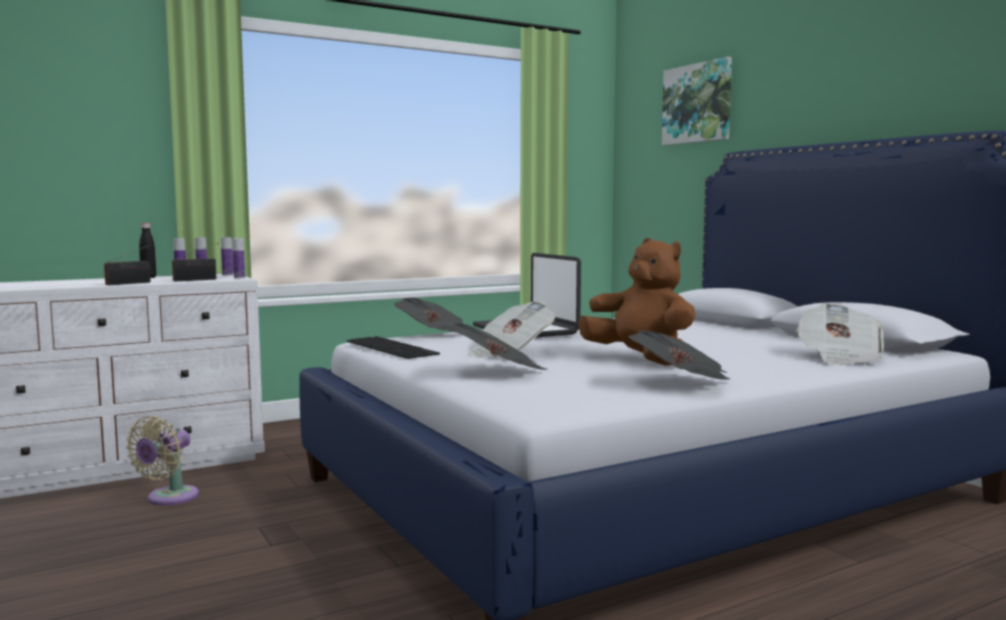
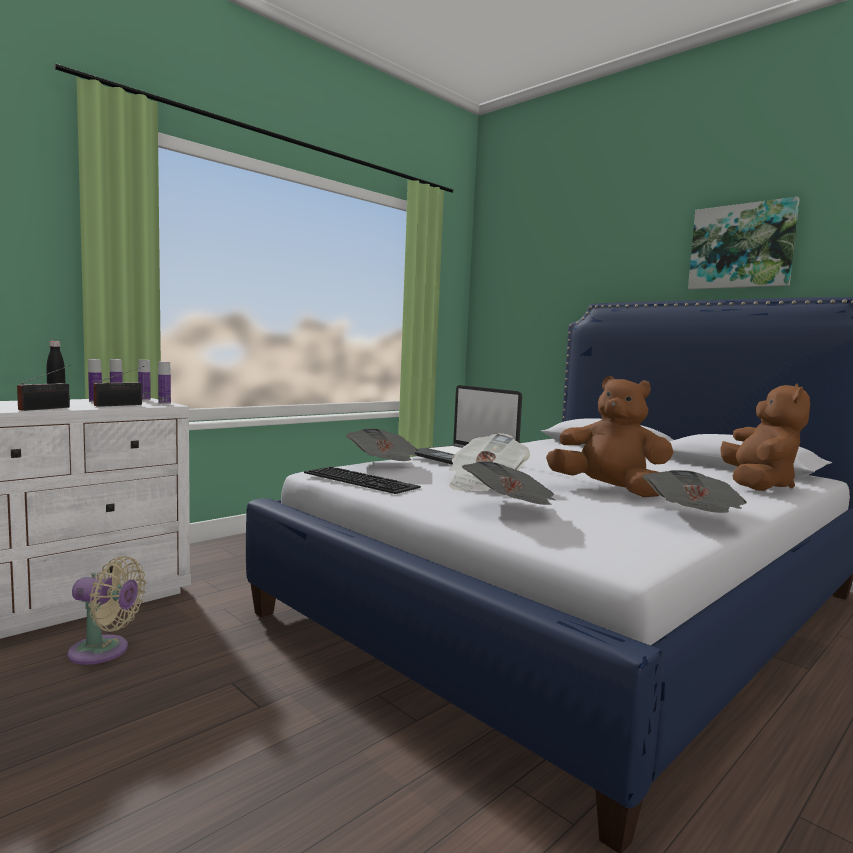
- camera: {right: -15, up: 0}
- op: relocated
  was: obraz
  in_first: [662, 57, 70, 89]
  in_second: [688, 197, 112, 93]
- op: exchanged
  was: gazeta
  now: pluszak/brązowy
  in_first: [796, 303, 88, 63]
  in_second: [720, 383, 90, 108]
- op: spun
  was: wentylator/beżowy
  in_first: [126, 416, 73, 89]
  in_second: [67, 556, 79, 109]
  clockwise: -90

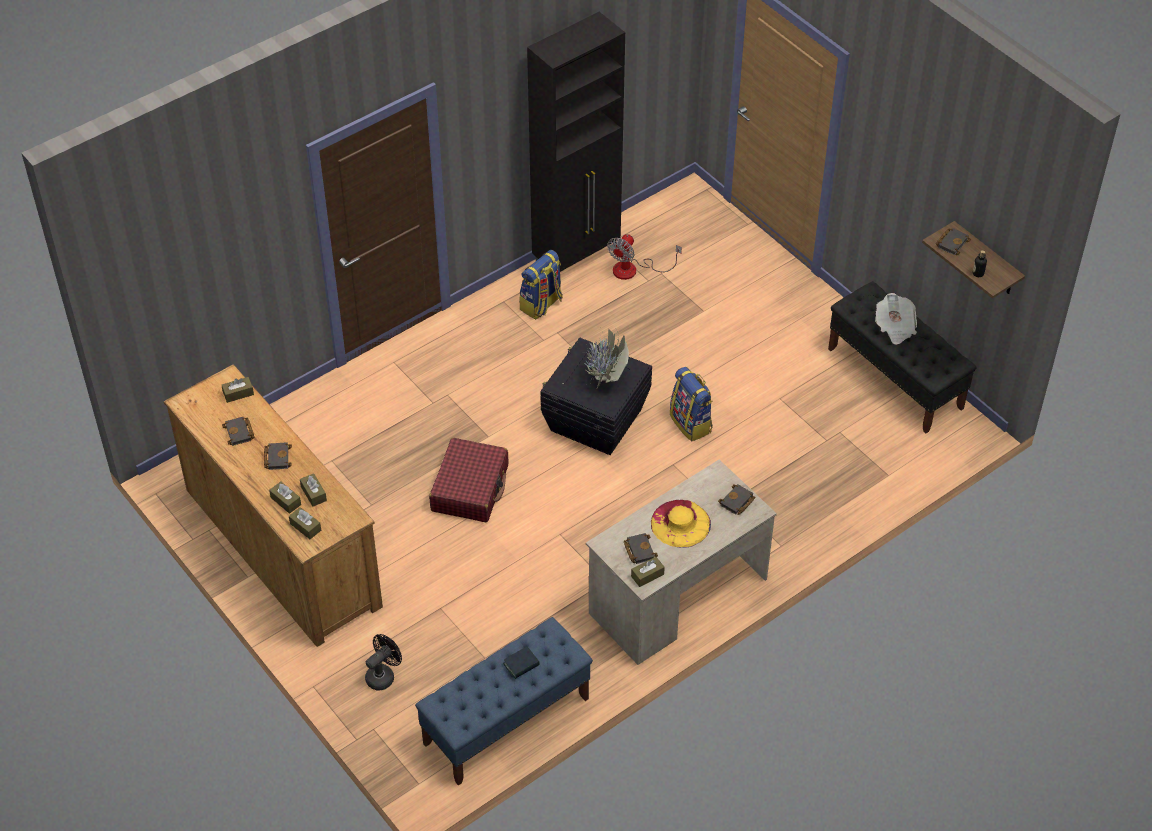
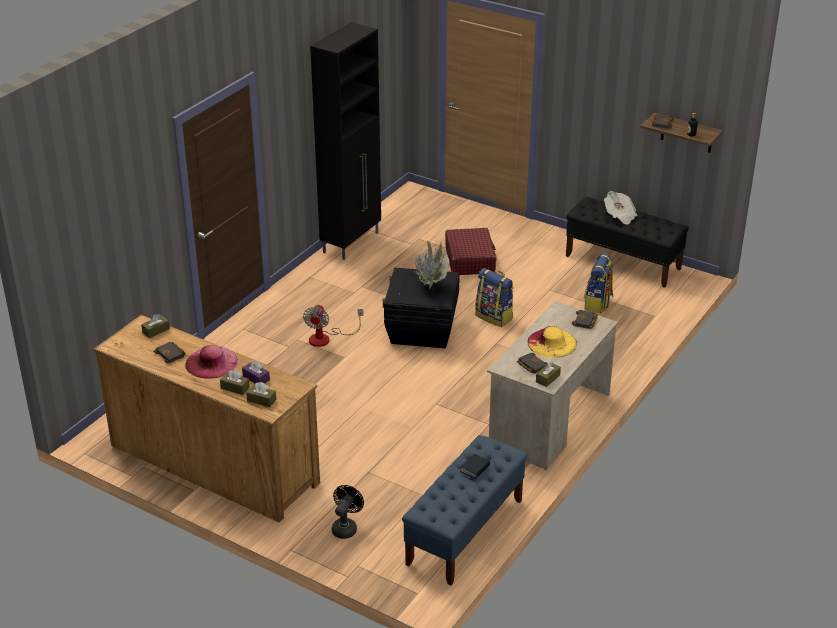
- camera: {right: -20, up: -15}
- op: relocated
  was: wentylator
  in_first: [607, 234, 75, 46]
  in_second: [303, 304, 60, 43]
- op: relocated
  was: plecak
  in_first: [519, 250, 44, 70]
  in_second: [584, 253, 29, 60]
- op: relocated
  was: walizka/czerwony
  in_first: [429, 438, 79, 84]
  in_second: [445, 228, 52, 47]
- op: exchanged
  was: książka/czarny
  now: kapelusz/różowy
  in_first: [264, 442, 28, 28]
  in_second: [185, 345, 53, 34]
- op: colour
  was: pudełko chusteczek/brązowy
  now: pudełko chusteczek/fioletowy
  in_first: [300, 473, 27, 34]
  in_second: [242, 360, 28, 24]

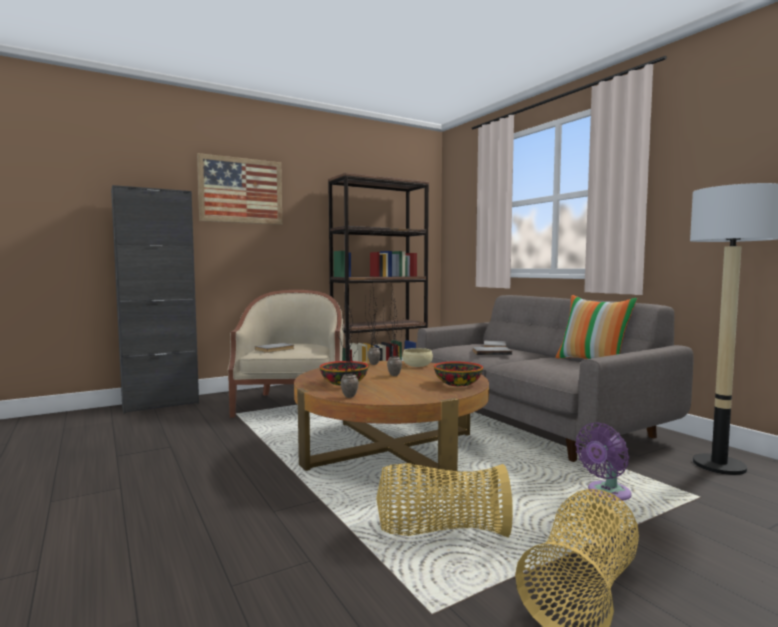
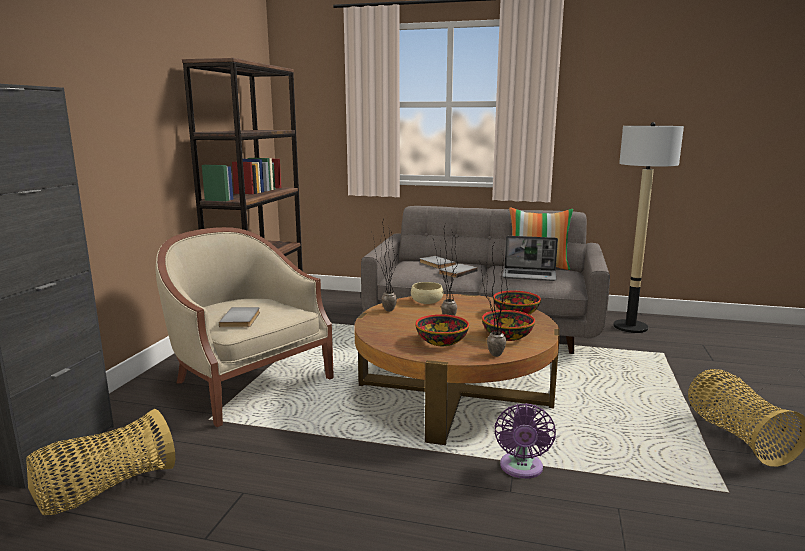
- camera: {right: -45, up: 10}
- op: missing
  was: obraz
  in_first: [197, 153, 85, 72]
- op: relocated
  was: wentylator/fioletowy
  in_first: [575, 423, 57, 78]
  in_second: [494, 403, 62, 76]
- op: relocated
  was: koszyk
  in_first: [376, 463, 137, 74]
  in_second: [26, 409, 149, 106]
- op: appeared
  now: laptop
  in_second: [502, 236, 56, 45]
- op: appeared
  now: miska
  in_second: [482, 310, 53, 31]

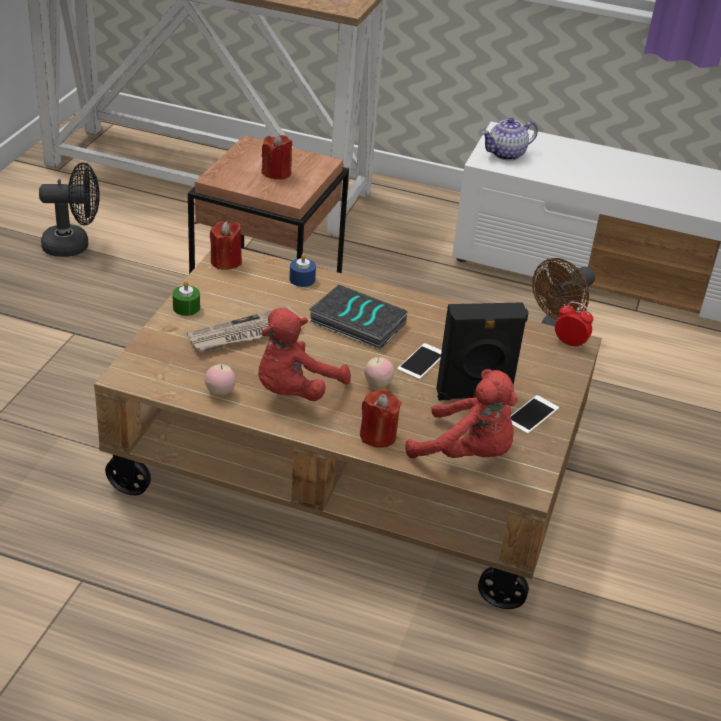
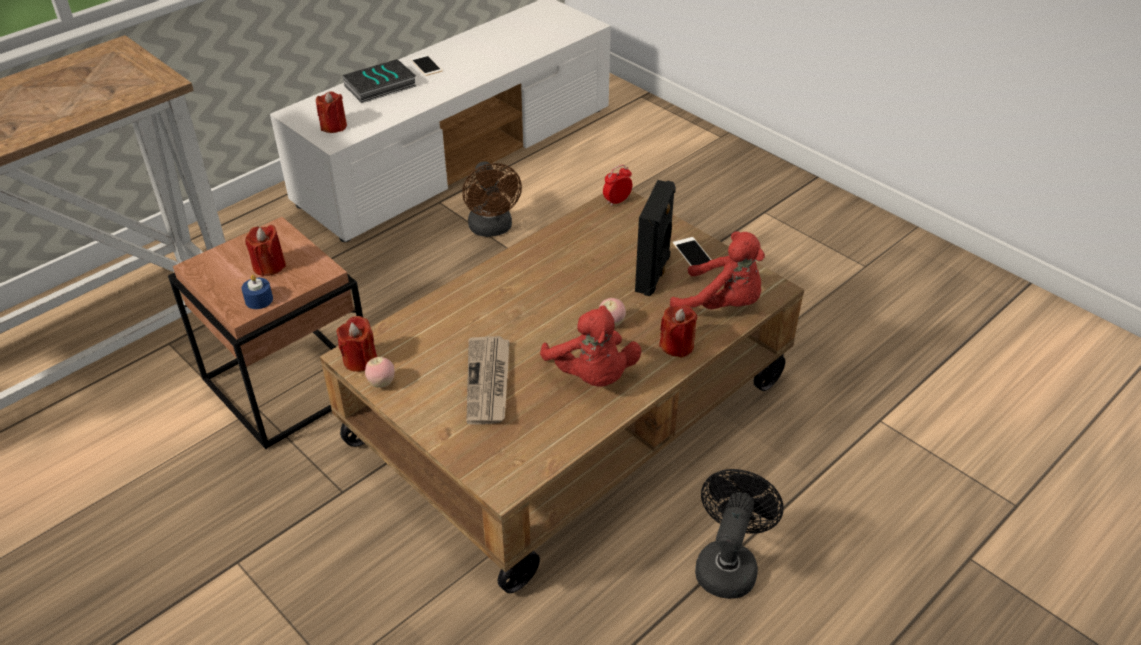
- camera: {right: -60, up: 5}
- op: exchanged
  was: imbryk
  now: świeca/czerwony
  in_first: [481, 118, 57, 43]
  in_second: [316, 91, 31, 42]
- op: relocated
  was: wentylator/czarny
  in_first: [39, 163, 61, 94]
  in_second: [695, 469, 88, 130]
- op: relocated
  was: świeca/niebieski
  in_first: [290, 253, 26, 34]
  in_second: [241, 275, 32, 34]
- op: missing
  was: świeca/zielony
  in_first: [172, 281, 28, 35]
- op: relocated
  was: książka
  in_first: [310, 285, 97, 65]
  in_second: [343, 59, 73, 44]
- op: relocated
  was: telefon
  in_first: [397, 343, 45, 37]
  in_second: [410, 54, 32, 22]
- op: relocated
  was: jabłko
  in_first: [205, 364, 31, 32]
  in_second: [365, 357, 30, 31]
- op: spun
  was: pluszak/czerwony
  in_first: [405, 369, 113, 89]
  in_second: [670, 231, 95, 78]
  clockwise: 60

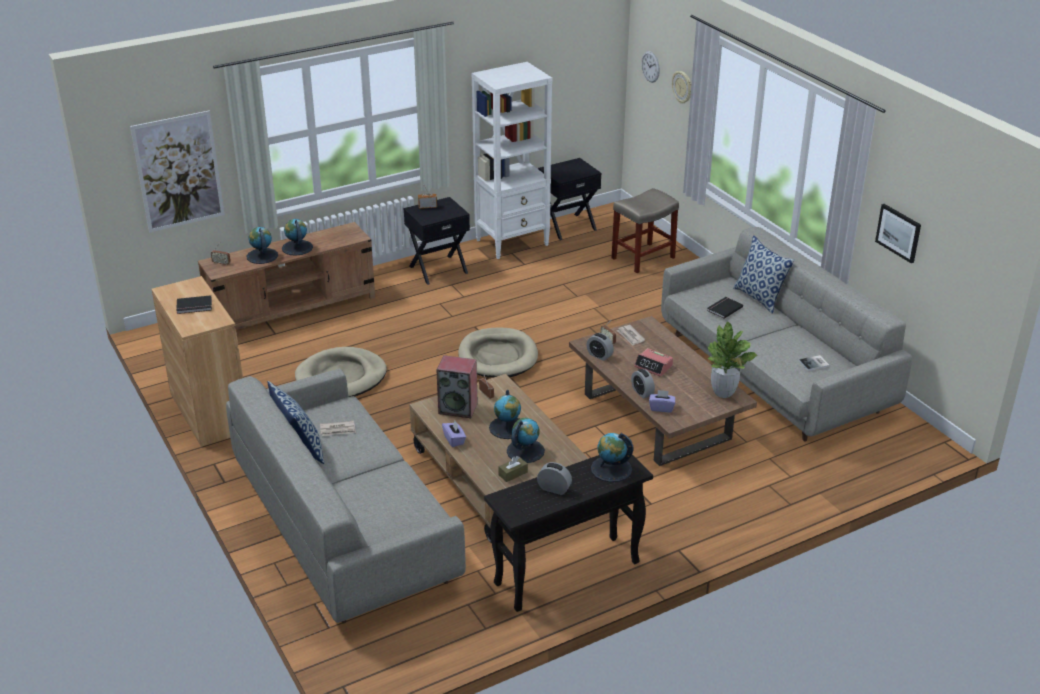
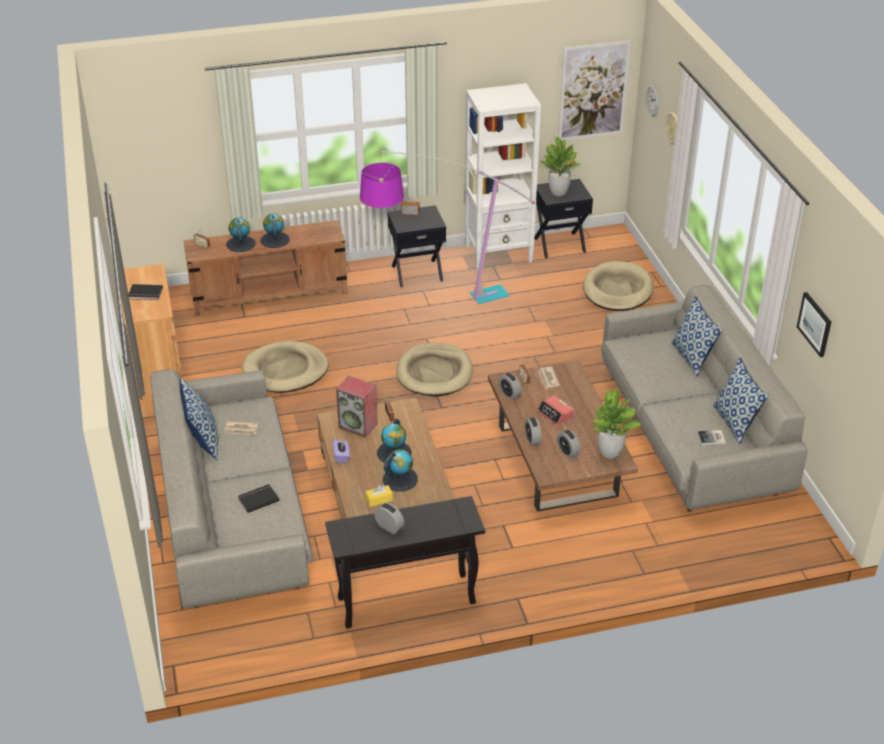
- camera: {right: 15, up: 5}
- op: relocated
  was: obraz
  in_first: [130, 110, 95, 123]
  in_second: [558, 40, 73, 101]
- op: exchanged
  was: stołek/beżowy
  now: legowisko/beżowy
  in_first: [612, 188, 67, 85]
  in_second: [583, 261, 71, 50]
- op: relocated
  was: książka/czarny
  in_first: [707, 297, 36, 22]
  in_second: [238, 484, 41, 29]
- op: missing
  was: pudełko chusteczek/fioletowy
  in_first: [649, 390, 26, 22]
- op: missing
  was: globus
  in_first: [591, 433, 42, 49]
- op: colour
  was: pudełko chusteczek/brązowy
  now: pudełko chusteczek/żółty
  in_first: [499, 456, 29, 26]
  in_second: [365, 485, 28, 22]
- op: appeared
  now: roślina doniczkowa
  in_second: [540, 137, 41, 59]
- op: appeared
  now: lampa stojąca
  in_second: [360, 151, 175, 153]
- op: appeared
  now: poduszka
  in_second: [713, 357, 56, 88]
- op: appeared
  now: budzik
  in_second: [557, 430, 23, 29]

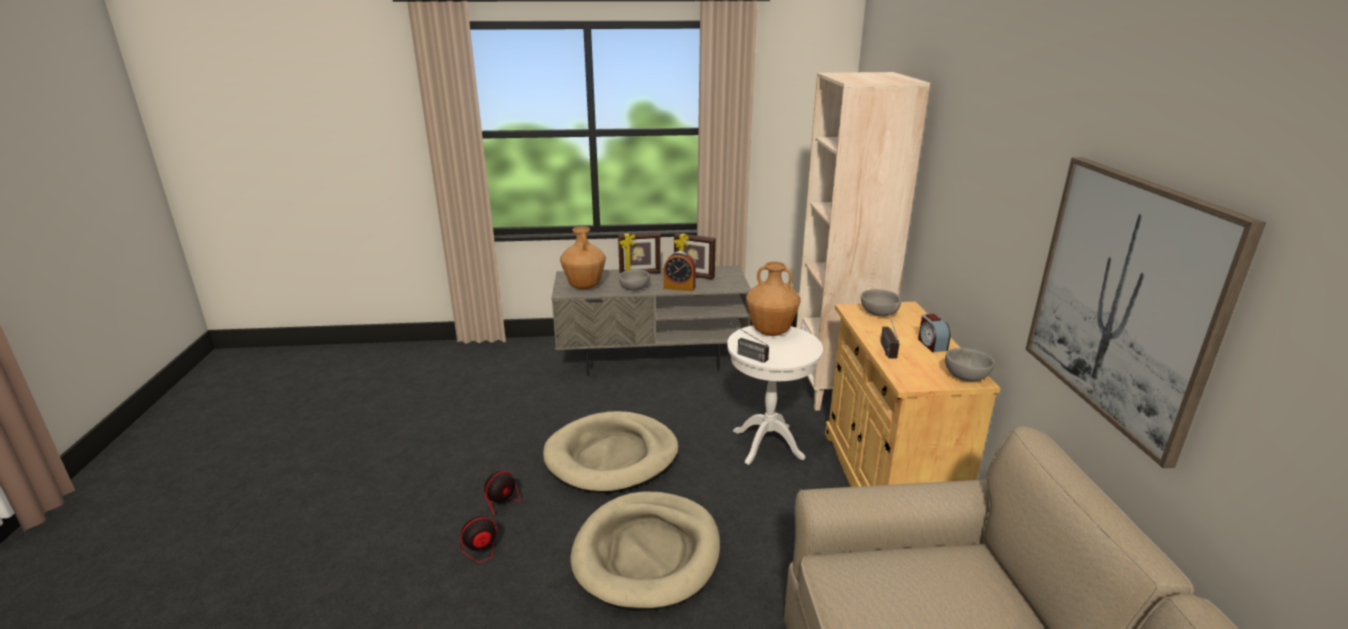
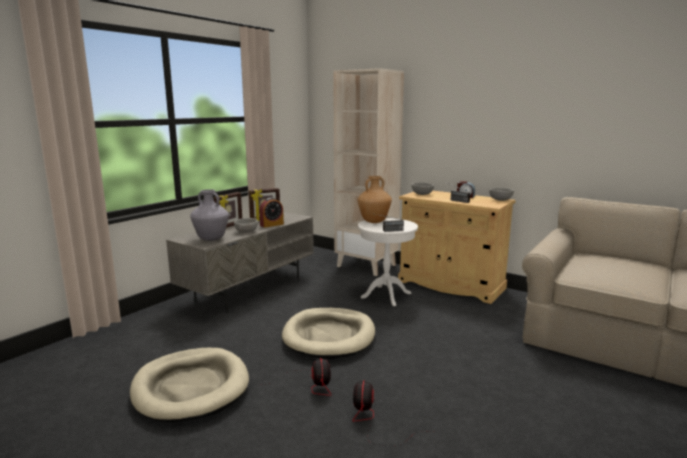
- camera: {right: -50, up: -10}
- op: missing
  was: obraz
  in_first: [1025, 157, 241, 311]
- op: colour
  was: wazon/brązowy
  now: wazon/szary
  in_first: [560, 226, 46, 63]
  in_second: [190, 189, 39, 52]
- op: relocated
  was: legowisko/beżowy
  in_first: [571, 491, 149, 120]
  in_second: [130, 348, 119, 74]

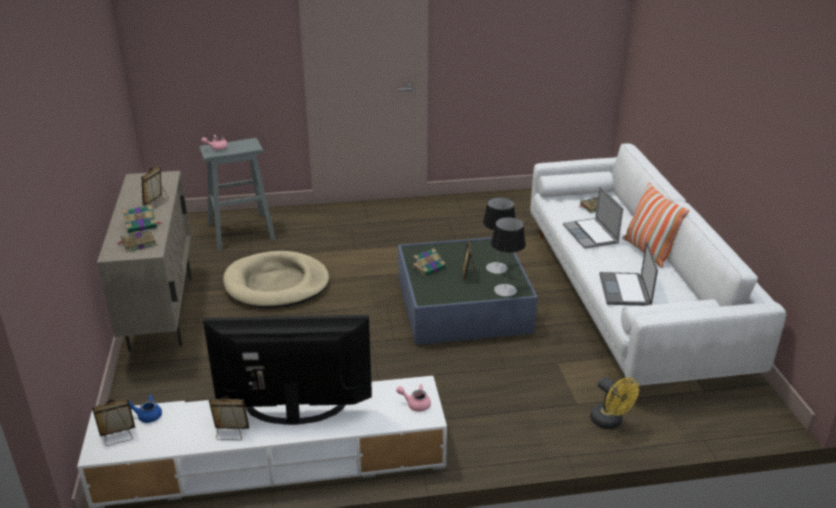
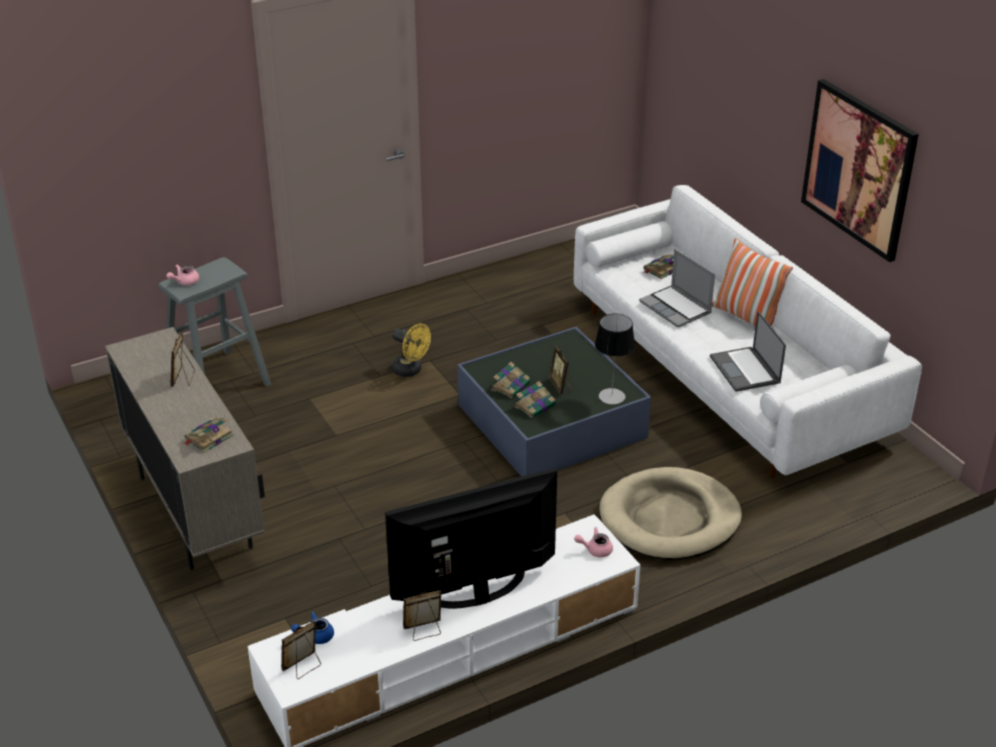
- camera: {right: -20, up: 5}
- op: missing
  was: lampa stołowa
  in_first: [483, 197, 32, 77]
- op: relocated
  was: książka
  in_first: [123, 205, 39, 28]
  in_second: [514, 381, 42, 37]
- op: relocated
  was: legowisko/beżowy
  in_first: [223, 251, 106, 57]
  in_second: [599, 467, 143, 93]
- op: relocated
  was: wentylator/żółty
  in_first: [590, 377, 49, 52]
  in_second: [391, 323, 40, 54]
- op: appeared
  now: obraz
  in_second: [801, 79, 118, 183]

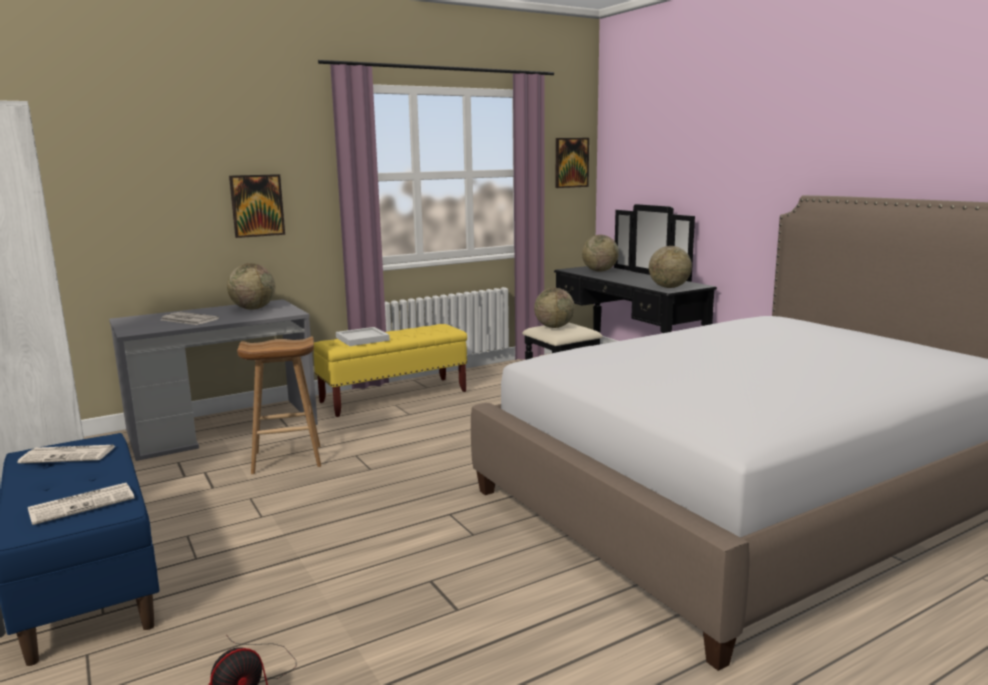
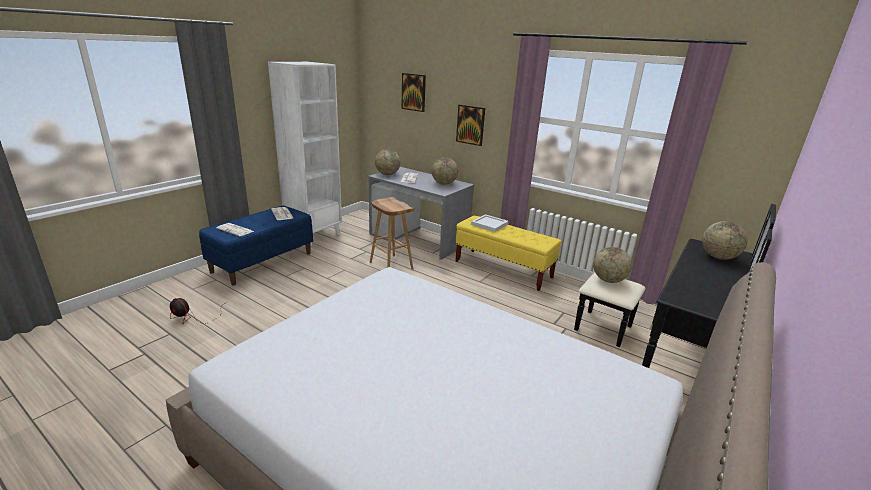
- camera: {right: 65, up: 10}
- op: relocated
  was: obraz
  in_first: [556, 138, 33, 50]
  in_second: [401, 73, 25, 39]
- op: relocated
  was: globus
  in_first: [649, 246, 43, 42]
  in_second: [375, 149, 25, 26]

